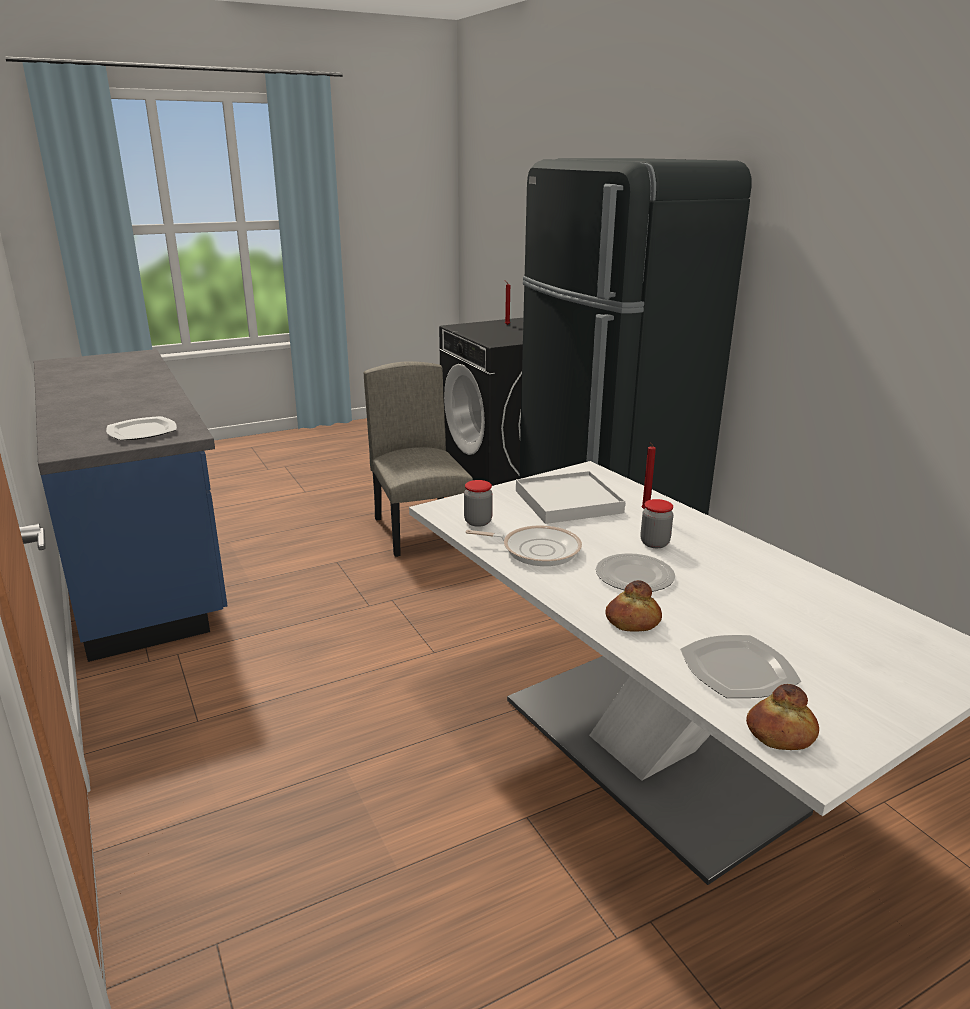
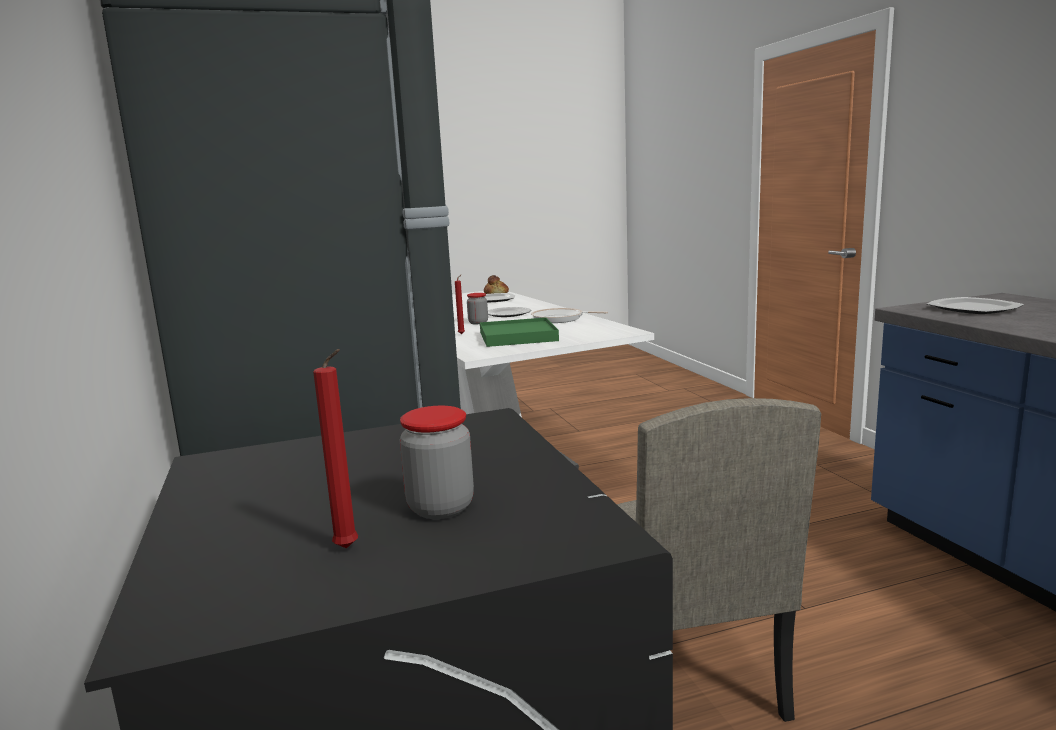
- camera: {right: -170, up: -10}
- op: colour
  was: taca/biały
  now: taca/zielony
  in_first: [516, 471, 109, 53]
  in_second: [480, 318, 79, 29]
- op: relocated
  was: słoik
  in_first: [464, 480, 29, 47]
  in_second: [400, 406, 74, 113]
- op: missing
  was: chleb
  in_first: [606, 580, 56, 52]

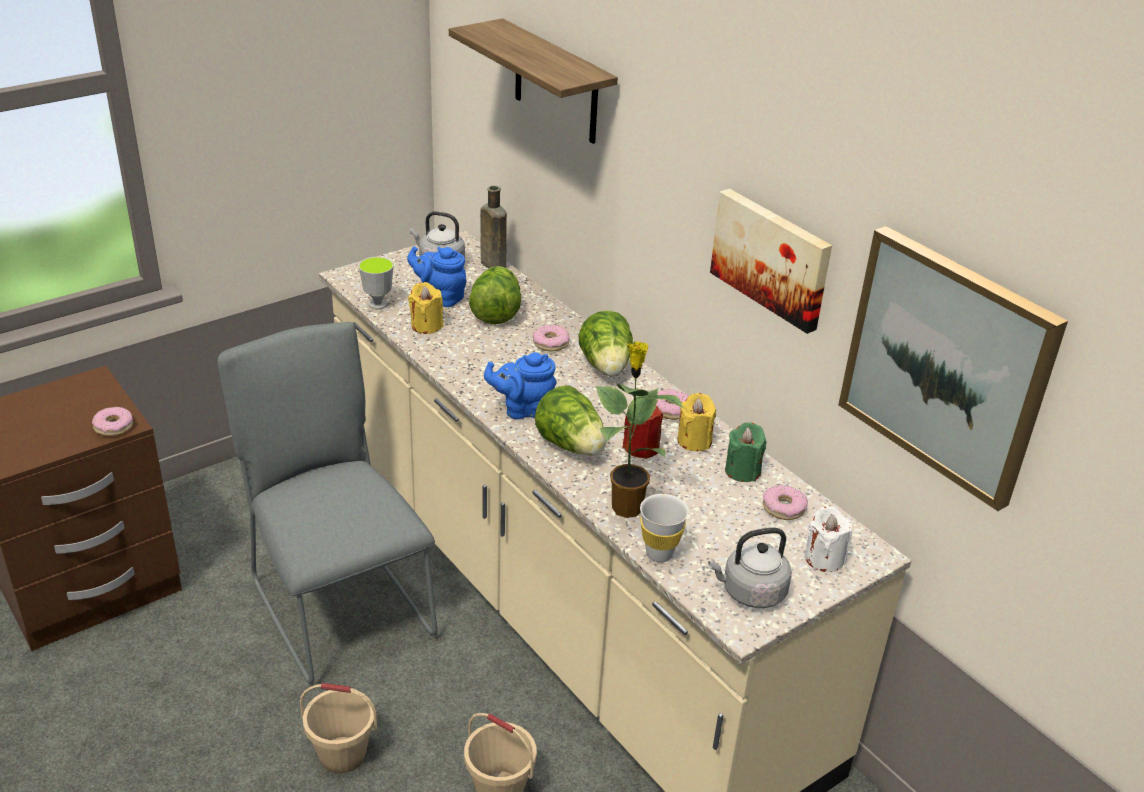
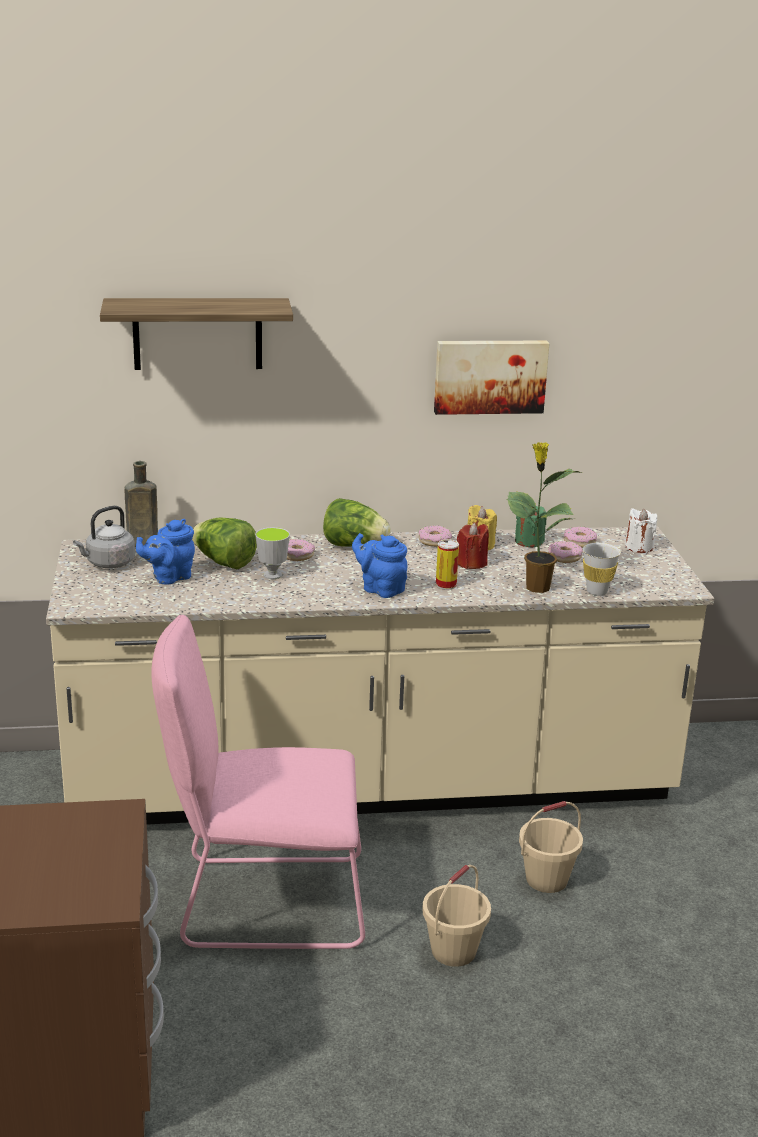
- camera: {right: -60, up: -10}
- op: missing
  was: obraz
  in_first: [838, 226, 230, 285]
- op: relocated
  was: filiżanka
  in_first: [358, 257, 36, 52]
  in_second: [255, 527, 35, 52]
- op: missing
  was: świeca/żółty
  in_first: [408, 282, 36, 52]
- op: colour
  was: krzesło/szary
  now: krzesło/różowy
  in_first: [218, 322, 220, 362]
  in_second: [151, 615, 214, 334]
- op: spun
  was: imbryk/niebieski
  in_first: [484, 352, 73, 67]
  in_second: [352, 533, 56, 65]
  clockwise: 105
- op: exchanged
  was: sałata
  now: puszka
  in_first: [535, 385, 71, 71]
  in_second: [436, 539, 23, 51]
- op: relocated
  was: donut
  in_first: [92, 407, 41, 29]
  in_second: [548, 541, 35, 22]
- op: missing
  was: czajnik/szary
  in_first: [708, 528, 84, 80]

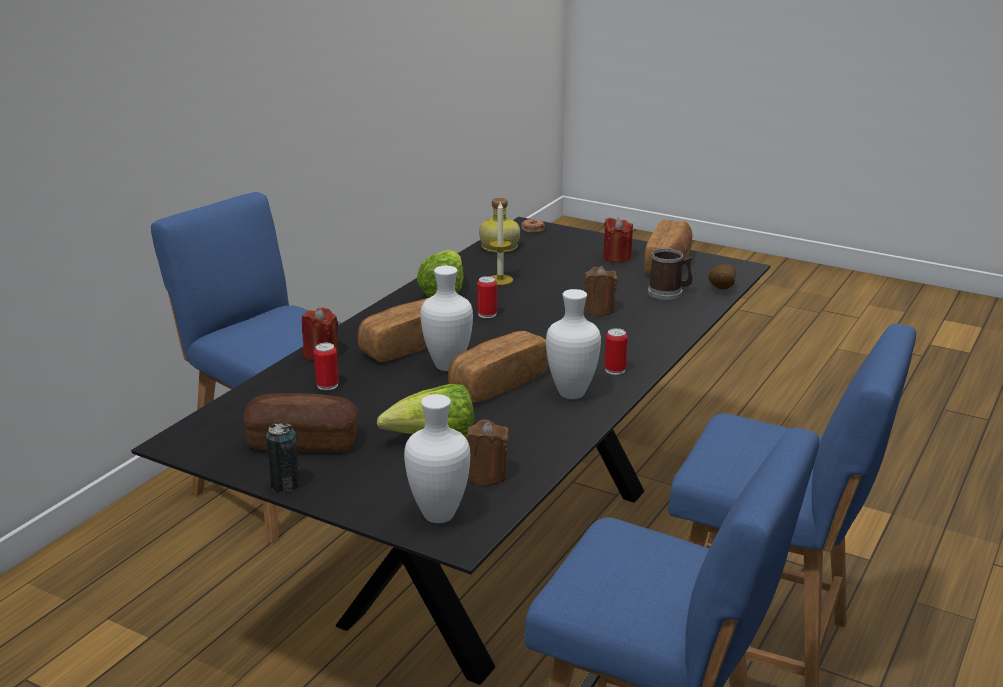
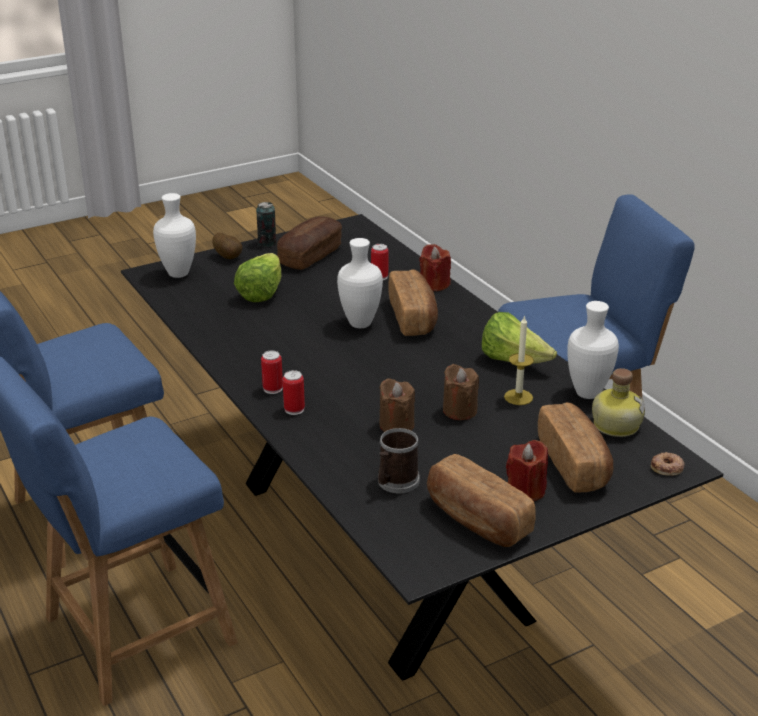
- camera: {right: 120, up: 5}
- op: relocated
  was: ziemniak
  in_first: [708, 264, 28, 26]
  in_second: [212, 233, 30, 26]
- op: relocated
  was: puszka
  in_first: [477, 276, 20, 42]
  in_second: [283, 370, 22, 45]
- op: relocated
  was: wazon/biały
  in_first: [546, 289, 55, 110]
  in_second: [567, 301, 52, 98]
- op: relocated
  was: chleb
  in_first: [448, 331, 100, 72]
  in_second: [538, 402, 76, 90]
- op: relocated
  was: świeca/brązowy
  in_first: [466, 420, 43, 65]
  in_second: [443, 364, 36, 56]

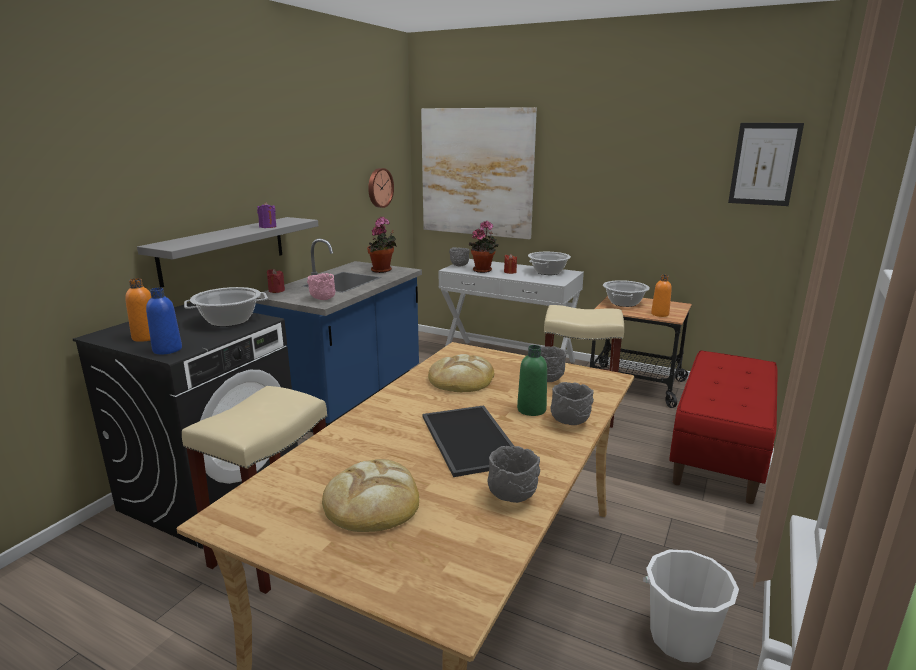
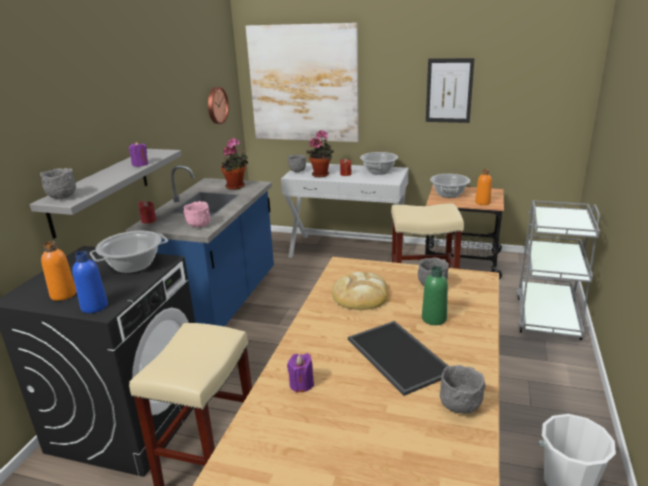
- camera: {right: -10, up: 5}
- op: relocated
  was: obraz
  in_first: [728, 123, 76, 83]
  in_second: [426, 58, 48, 65]
- op: exchanged
  was: ławka/czerwony
  now: wózek/szary
  in_first: [669, 350, 109, 154]
  in_second: [516, 200, 84, 140]
- op: relocated
  was: miska/szary
  in_first: [550, 382, 44, 43]
  in_second: [40, 168, 36, 31]
- op: missing
  was: chleb
  in_first: [322, 459, 97, 73]
- op: appeared
  now: świeca/fioletowy
  in_second: [287, 353, 27, 40]

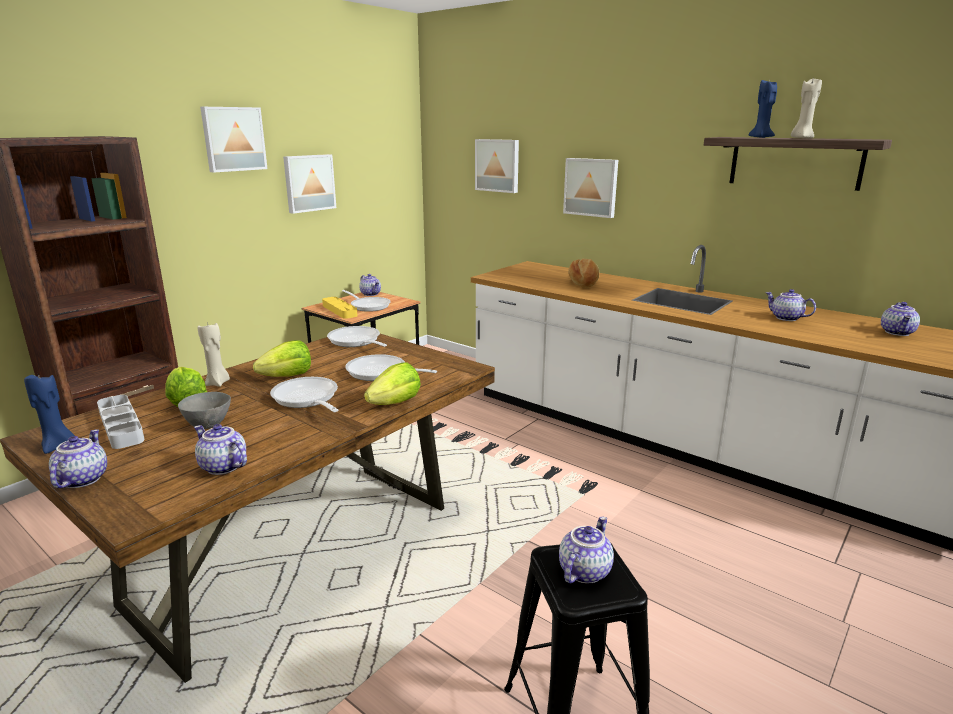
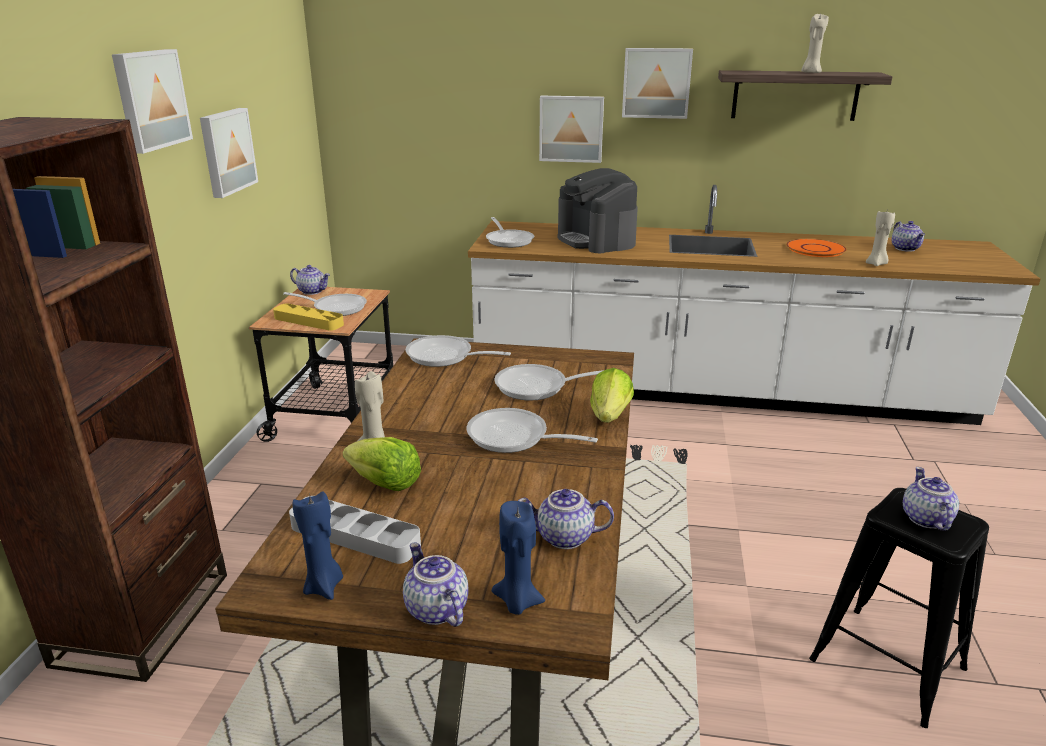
- camera: {right: -30, up: 5}
- op: relocated
  was: świeca/niebieski
  in_first: [749, 80, 28, 58]
  in_second: [492, 501, 53, 114]
- op: relocated
  was: obraz
  in_first: [475, 139, 44, 54]
  in_second: [622, 48, 71, 71]
- op: exchanged
  was: chleb
  now: ekspres do kawy
  in_first: [568, 259, 31, 29]
  in_second: [558, 168, 80, 85]
- op: exchanged
  was: imbryk
  now: talerz/pomarańczowy
  in_first: [765, 289, 51, 32]
  in_second: [786, 239, 61, 18]
- op: missing
  was: sałata
  in_first: [253, 340, 58, 37]
- op: missing
  was: miska/szary
  in_first: [178, 392, 53, 37]
- op: appeared
  now: świeca/beżowy
  in_second: [866, 211, 29, 55]
- op: appeared
  now: patelnia
  in_second: [486, 217, 48, 31]

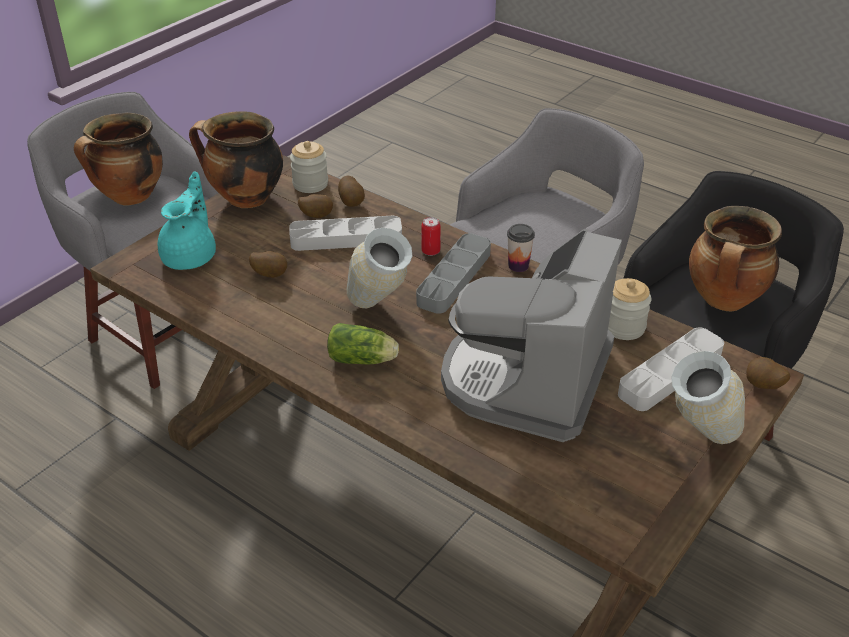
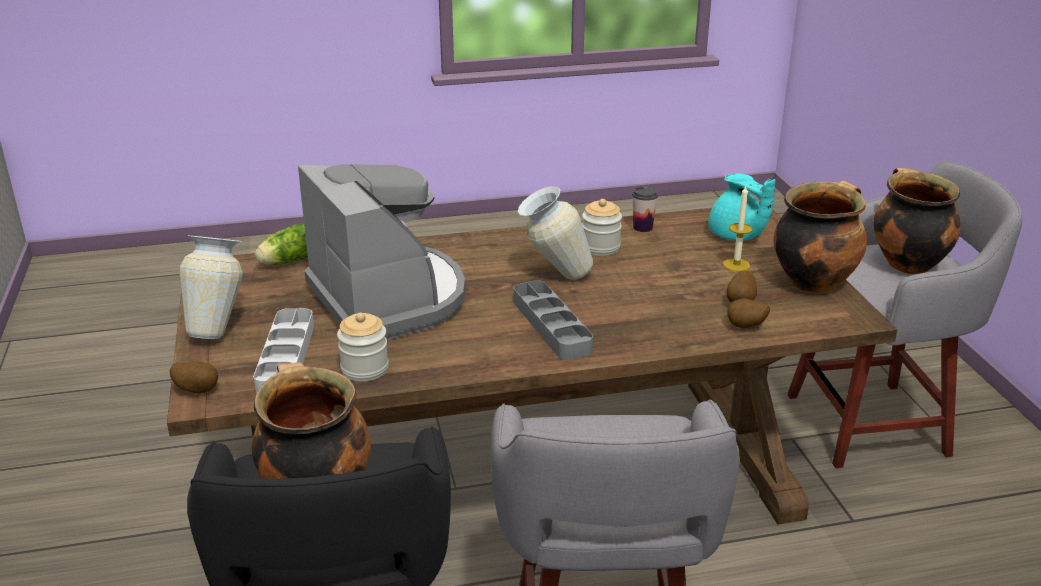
- camera: {right: 130, up: -10}
- op: relocated
  was: słoik
  in_first: [290, 141, 38, 52]
  in_second: [582, 199, 40, 57]
- op: missing
  was: taca/szary
  in_first: [290, 216, 112, 35]
- op: missing
  was: puszka
  in_first: [421, 217, 20, 39]
- op: relocated
  was: filiżanka
  in_first: [507, 224, 28, 48]
  in_second: [632, 186, 26, 46]
- op: missing
  was: ziemniak
  in_first: [249, 251, 38, 27]
- op: relocated
  was: sałata
  in_first: [327, 323, 72, 41]
  in_second: [255, 224, 53, 41]
- op: appeared
  now: świeca
  in_second: [723, 186, 30, 85]

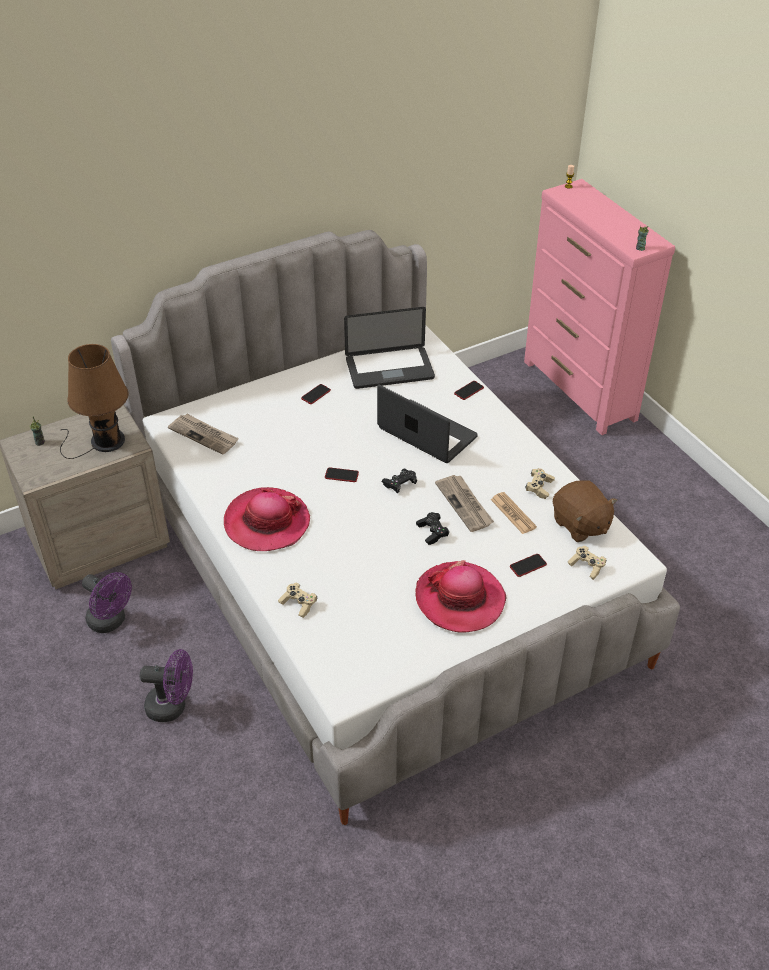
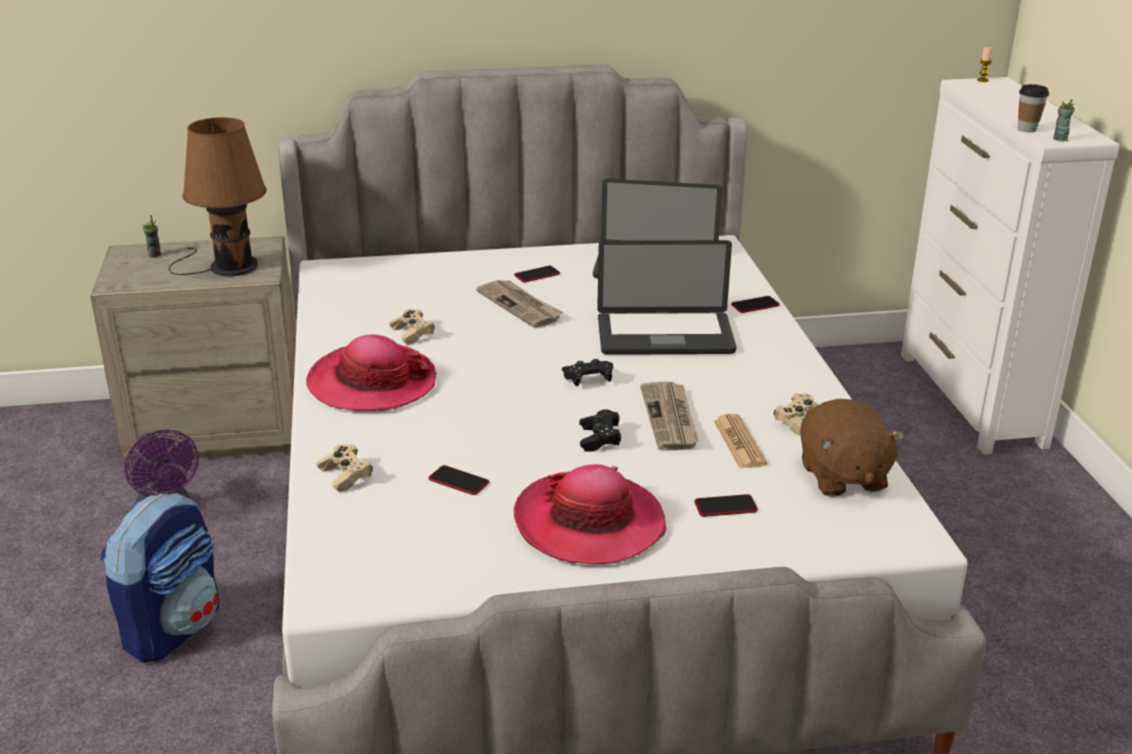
- camera: {right: 20, up: -15}
- op: colour
  was: komoda/różowy
  now: komoda/biały
  in_first: [524, 179, 151, 256]
  in_second: [901, 77, 218, 377]
- op: spun
  was: laptop
  in_first: [377, 385, 101, 78]
  in_second: [597, 240, 139, 115]
  clockwise: 120
- op: relocated
  was: gazeta
  in_first: [168, 414, 71, 41]
  in_second: [476, 280, 87, 48]
- op: relocated
  was: telefon
  in_first: [325, 467, 34, 15]
  in_second: [429, 465, 60, 30]
- op: relocated
  was: pad do gier/beżowy
  in_first: [568, 546, 39, 34]
  in_second: [389, 309, 45, 36]
- op: exchanged
  was: wentylator/fioletowy
  now: plecak
  in_first: [140, 649, 53, 73]
  in_second: [101, 493, 118, 170]
- op: appeared
  now: filiżanka
  in_second: [1018, 84, 31, 48]

